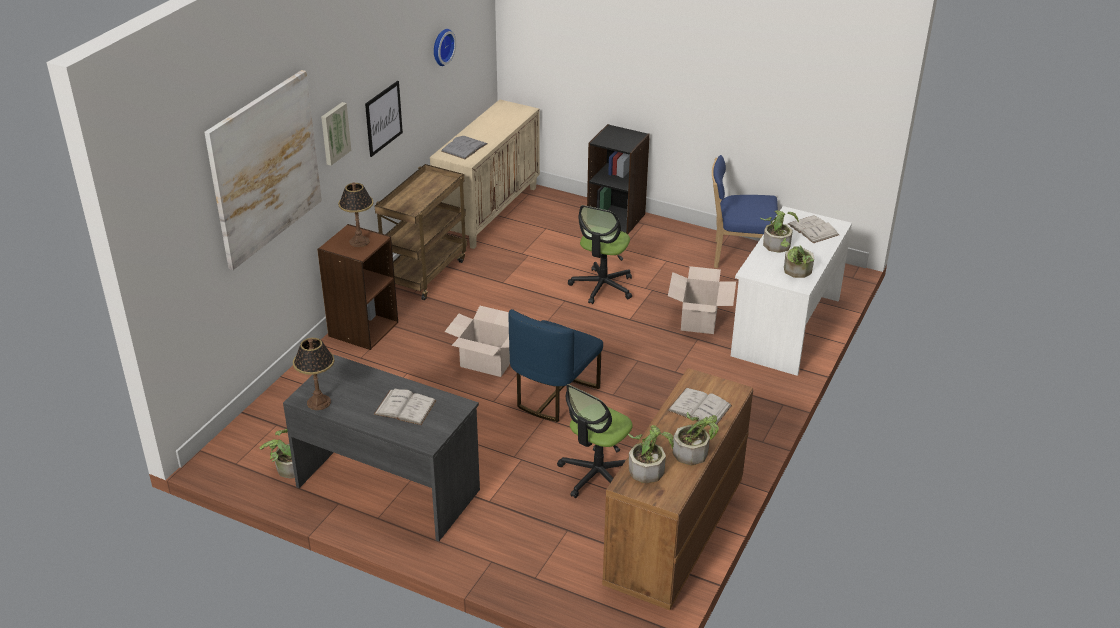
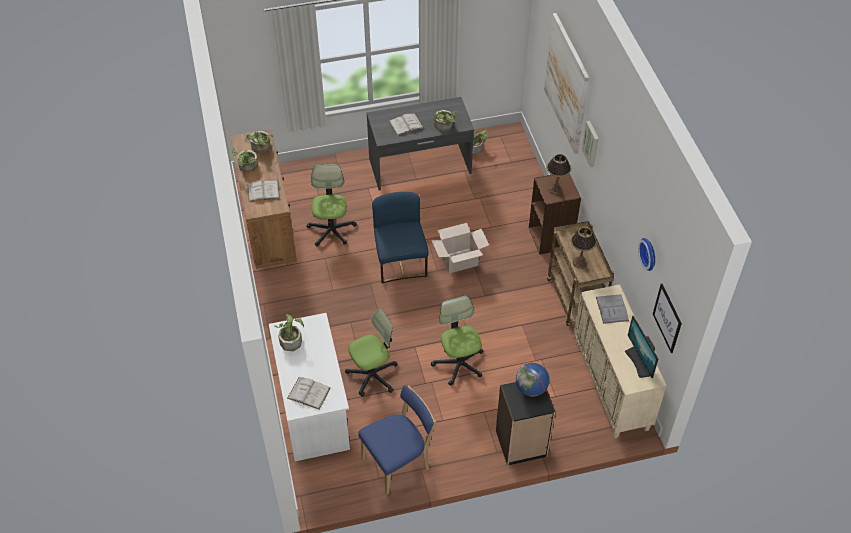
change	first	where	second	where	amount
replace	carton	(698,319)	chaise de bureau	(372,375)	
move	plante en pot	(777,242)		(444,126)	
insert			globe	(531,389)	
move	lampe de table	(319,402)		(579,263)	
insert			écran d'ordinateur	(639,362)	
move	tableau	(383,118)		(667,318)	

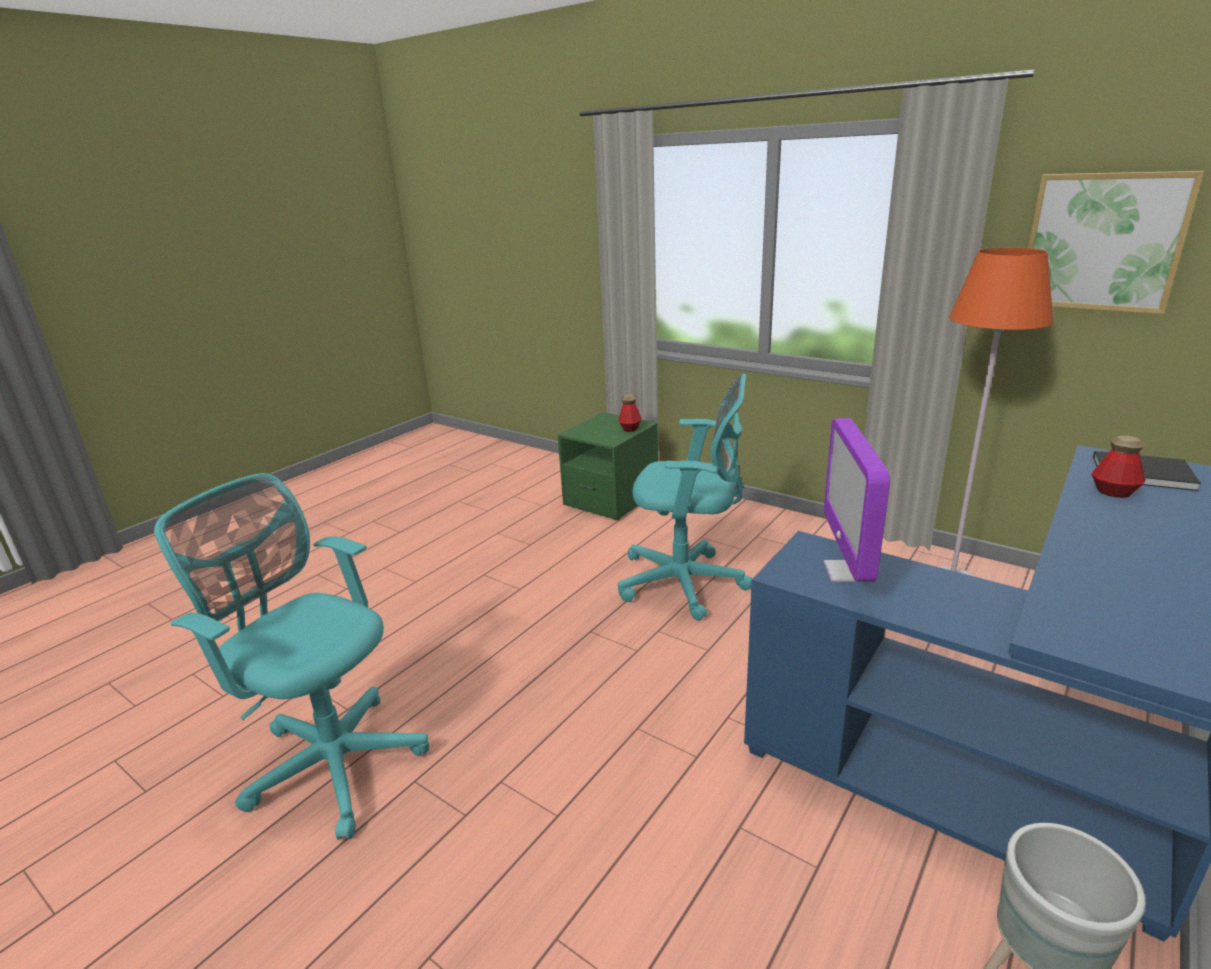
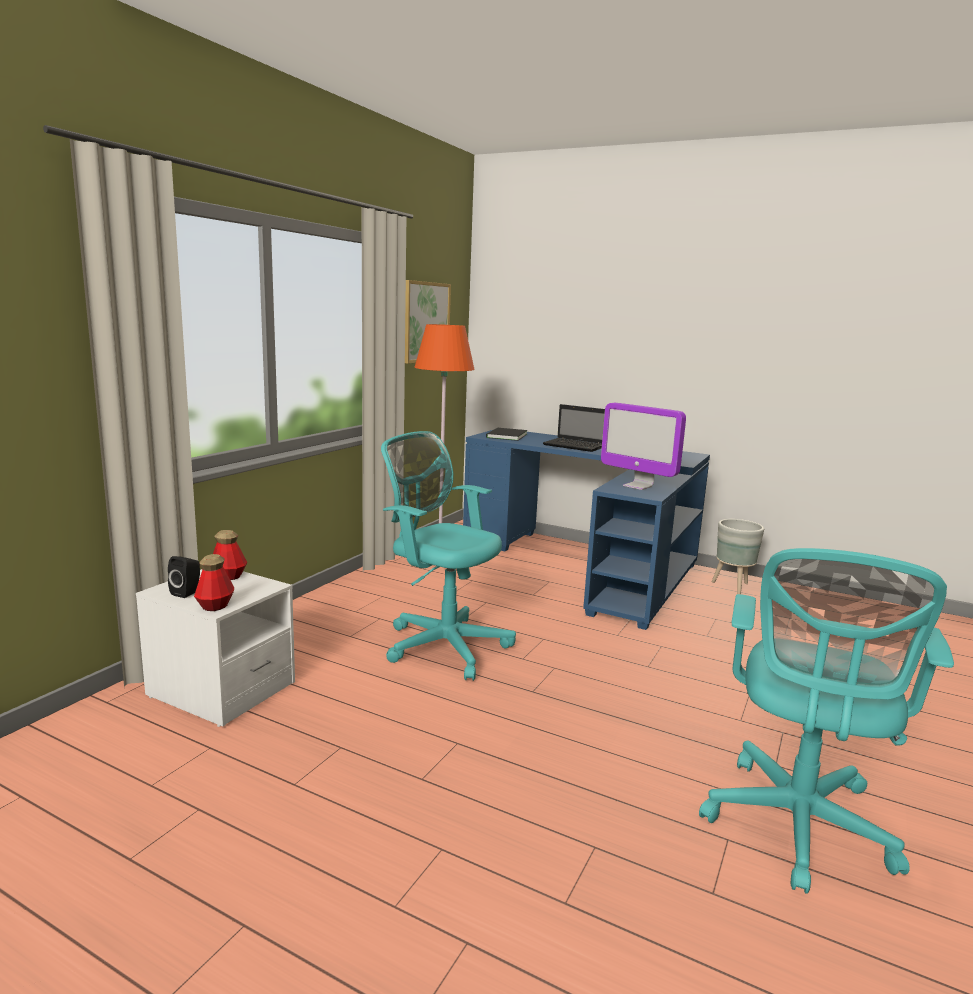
change	first	where	second	where	amount
recolor	table de chevet/vert	(611,499)	table de chevet/blanc	(221,690)	
insert			enceinte/noir	(187,592)	
move	bouteille	(1113,492)		(215,606)	
rotate	chaise de bureau/turquoise	(687,583)		(442,644)	60 degrees counterclockwise
insert			ordinateur portable	(575,446)	
rotate	écran d'ordinateur	(848,572)		(638,486)	45 degrees clockwise

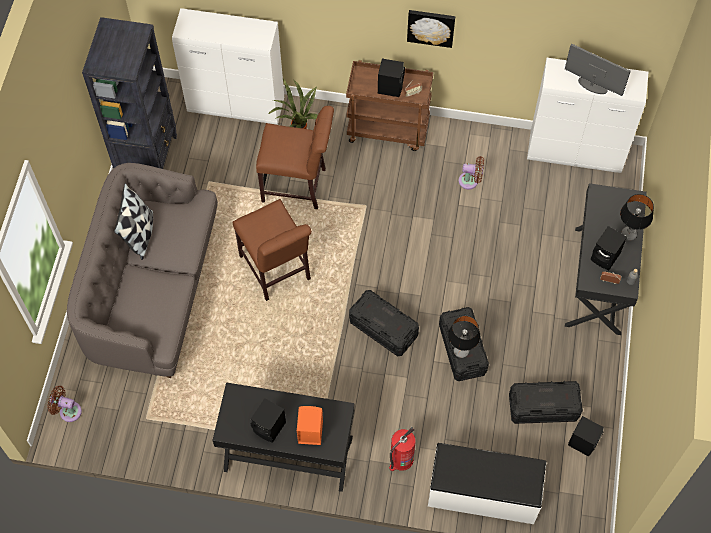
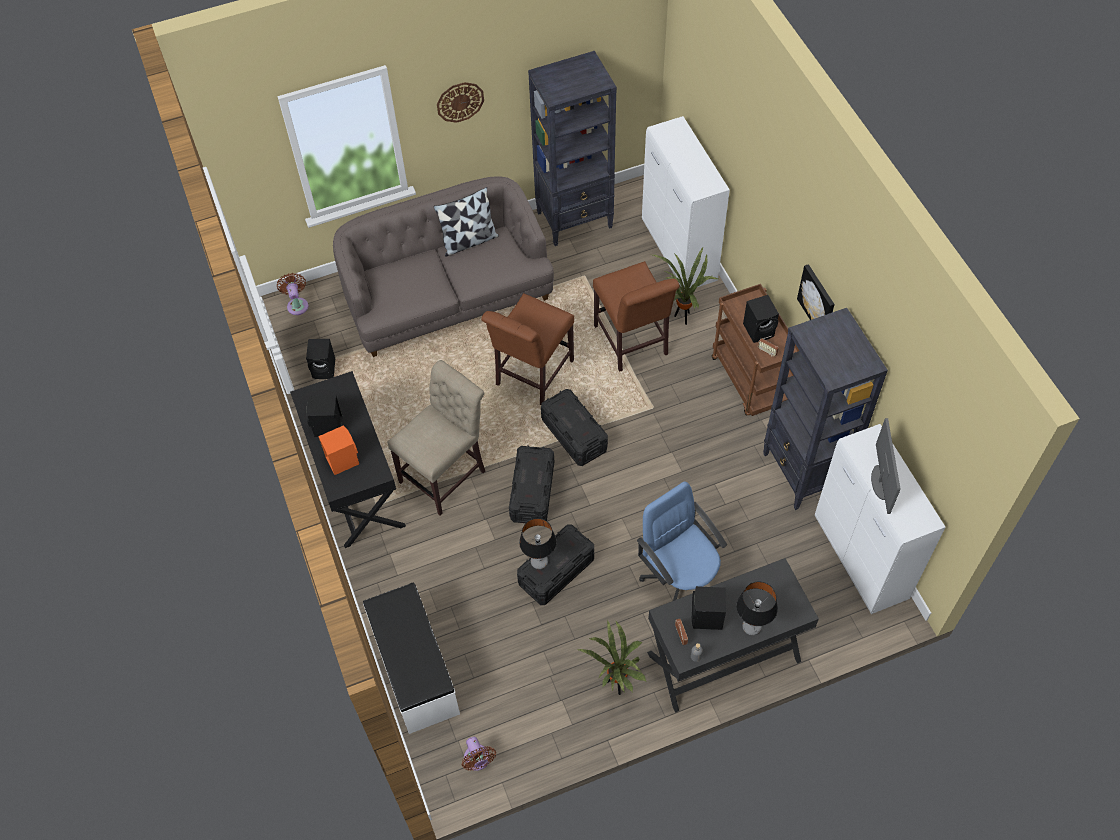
change	first	where	second	where	amount
move	enceinte/noir	(583,441)		(325,369)	
insert			chaise/beige	(446,474)	
insert			horloge murale	(460,101)	
move	ventilateur/marron	(470,181)		(478,760)	
move	boîte de rangement/noir	(543,407)		(574,435)	
insert			plante en pot	(616,686)	
insert			chaise de bureau/bleu	(680,578)	
insert			bibliothèque/noir	(803,473)	
delete	extincteur	(401,459)			

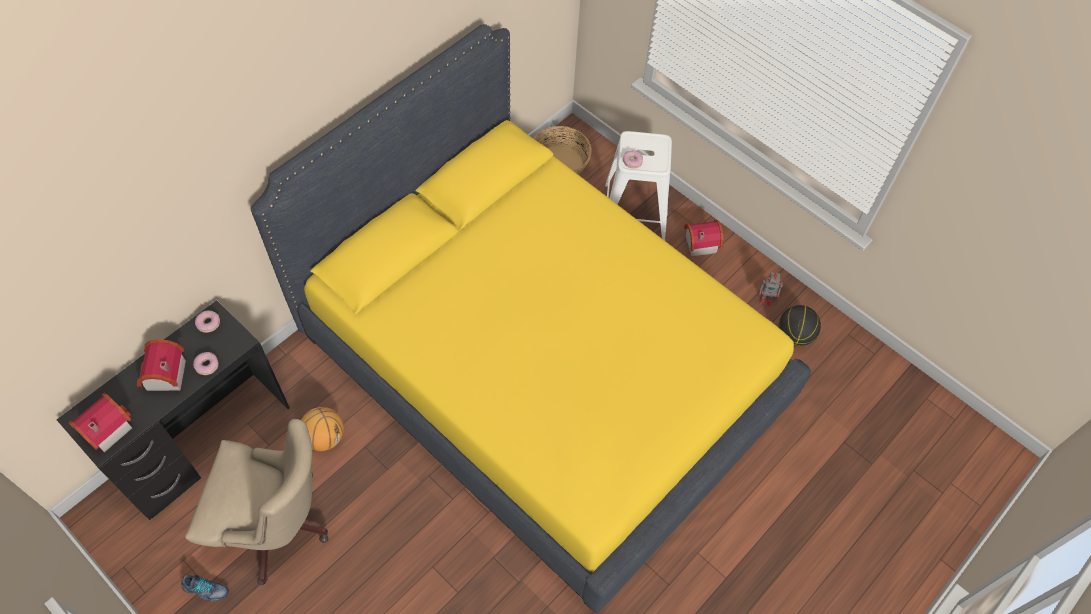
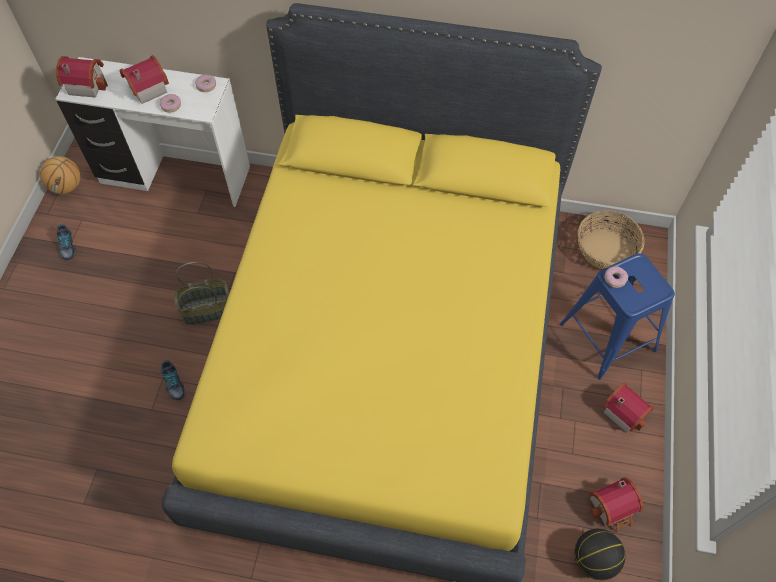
change	first	where	second	where	amount
move	ballon de basket	(325,437)		(67,186)	
recolor	bureau/noir	(205,443)	bureau/blanc	(175,177)	
insert			chaussure	(173,383)	
insert			panier	(208,309)	
recolor	tabouret/blanc	(634,213)	tabouret/bleu	(607,337)	
replace	robot jouet	(766,299)	maison miniature	(613,508)	
delete	chaise de bureau/beige	(278,526)			

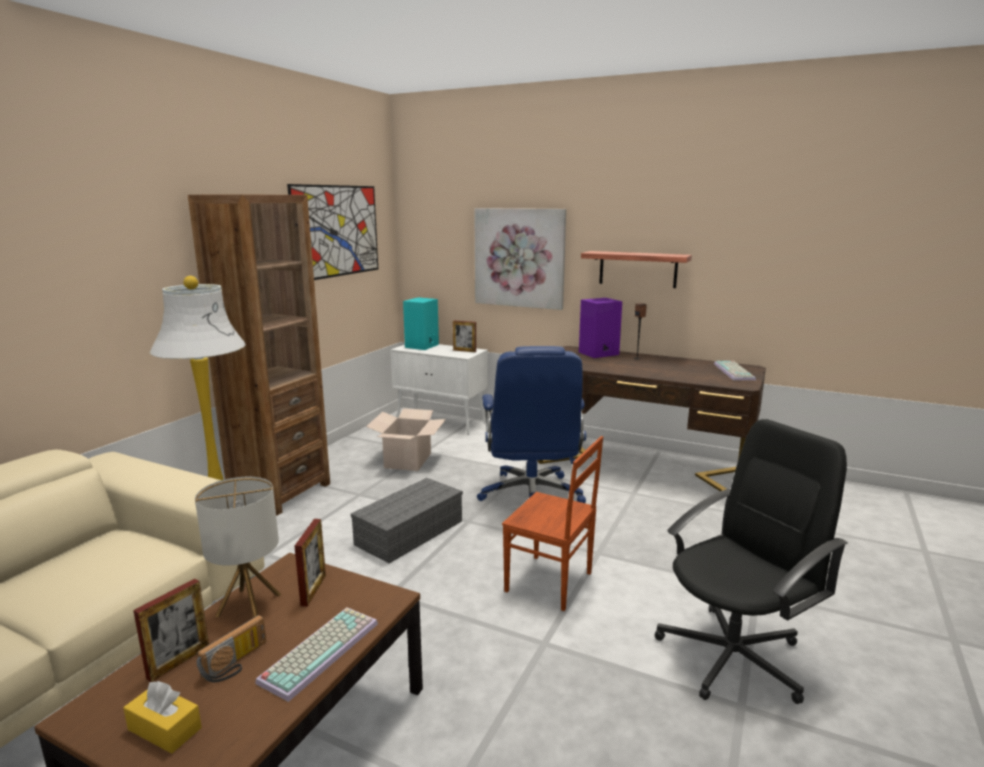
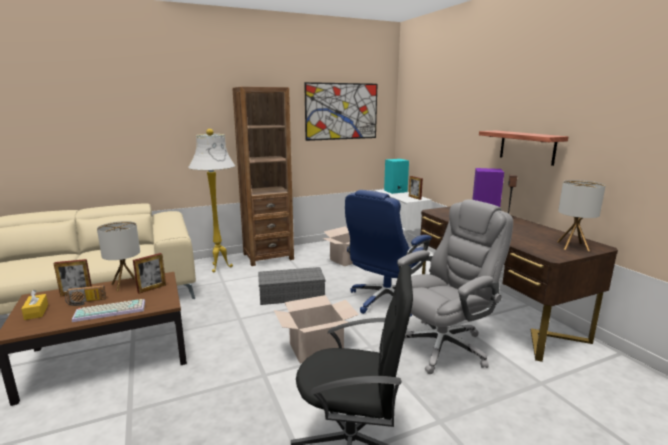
change	first	where	second	where	amount
replace	chaise/marron	(549,583)	carton	(316,349)	
insert			chaise de bureau/gris	(443,346)	
replace	clavier	(735,372)	lampe de table	(572,246)	
delete	tableau	(519,258)			

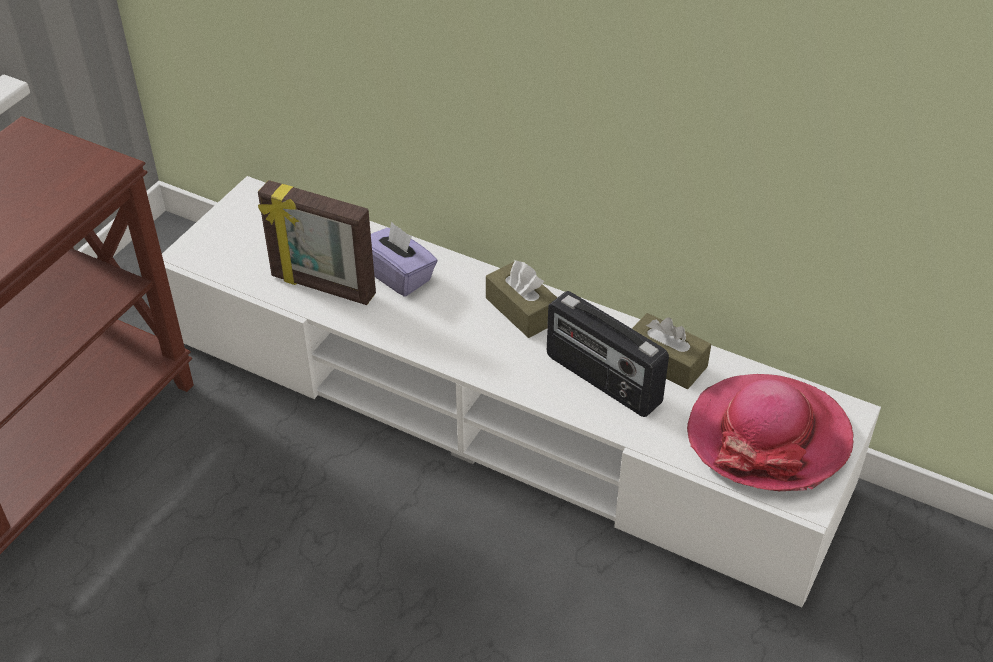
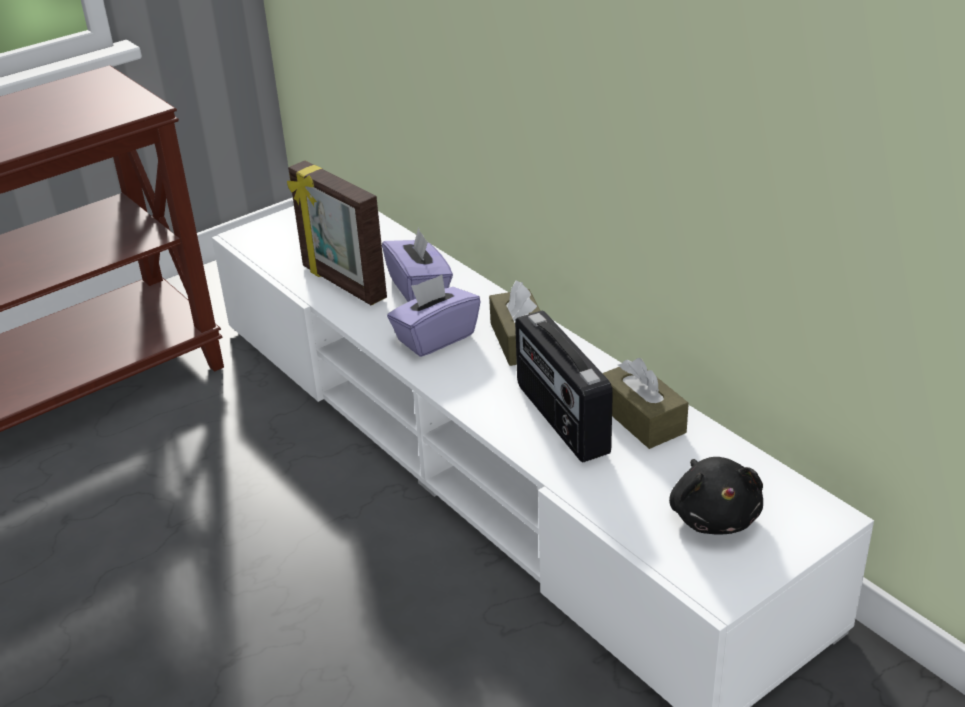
change	first	where	second	where	amount
insert			boîte à mouchoirs/violet	(435,337)	
replace	chapeau	(768,436)	peluche/noir	(714,515)	

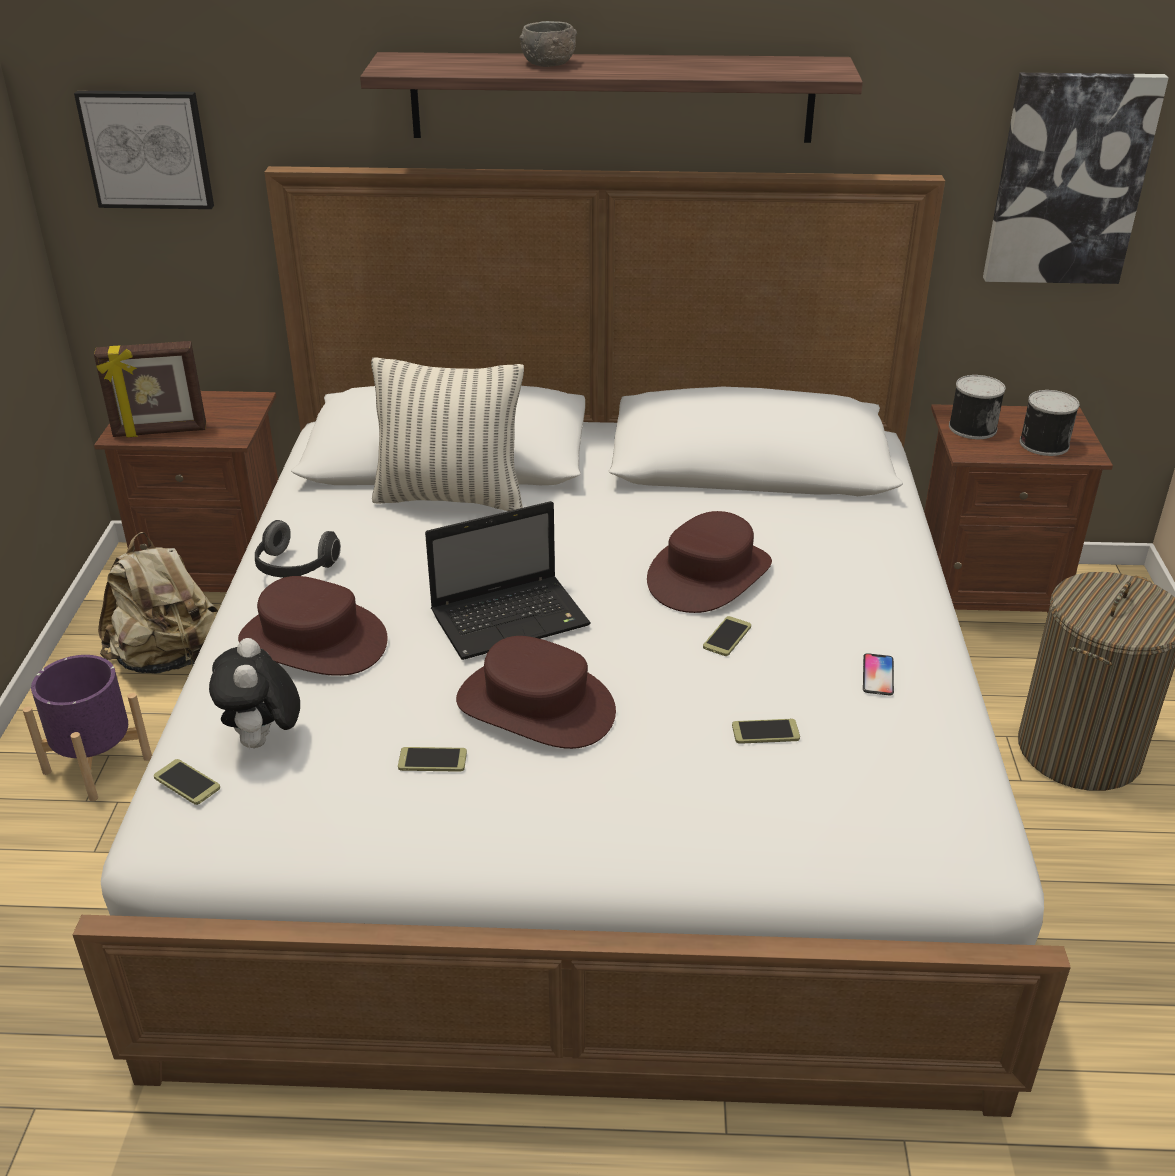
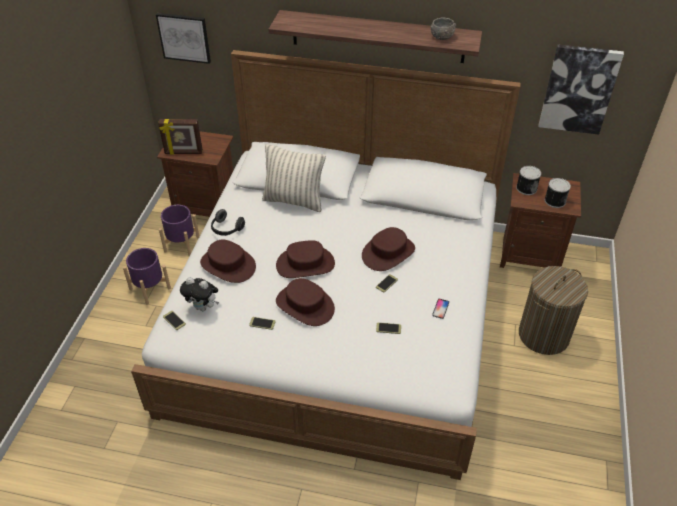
change	first	where	second	where	amount
replace	sac à dos/beige	(168,659)	cache-pot/violet	(181,244)	
rotate	peluche	(263,742)		(203,307)	75 degrees counterclockwise
replace	ordinateur portable	(512,618)	chapeau/marron	(305,264)	
move	bol/gris	(548,63)		(442,36)	

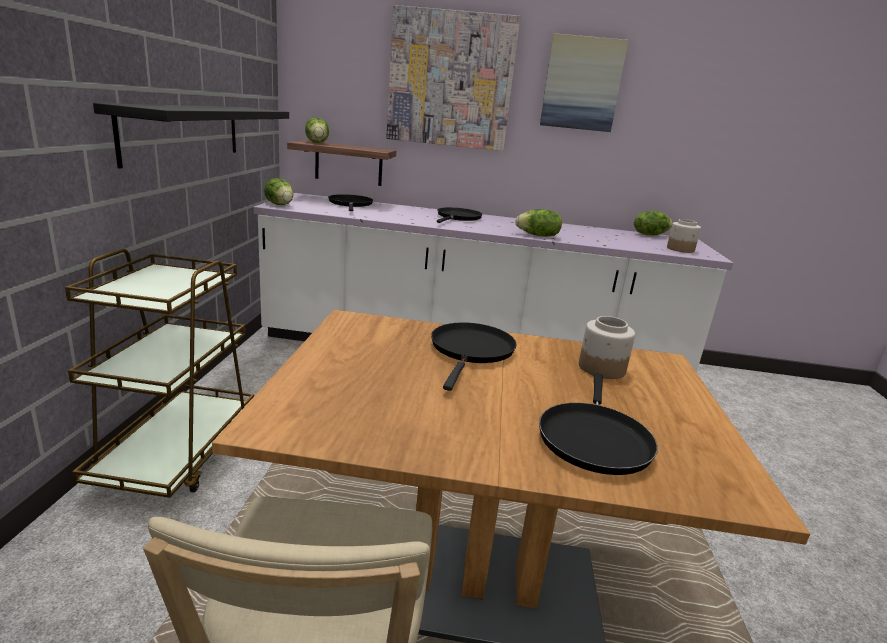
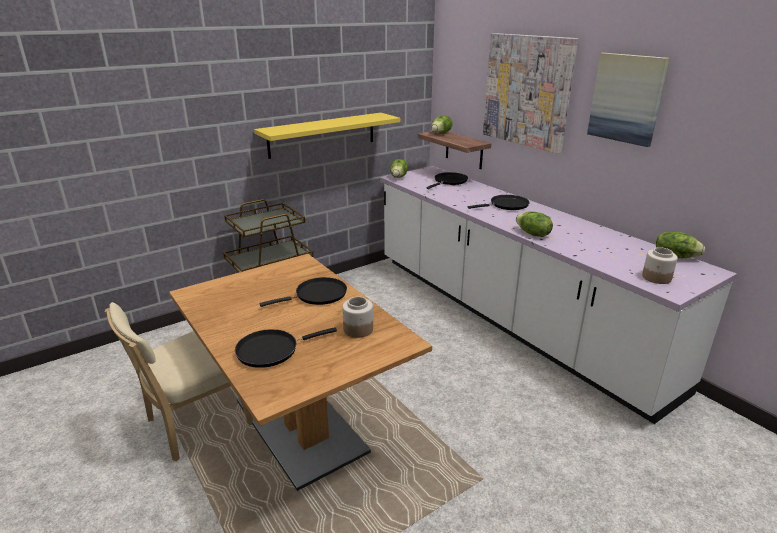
change	first	where	second	where	amount
recolor	étagère/noir	(184,132)	étagère/jaune	(322,135)	

